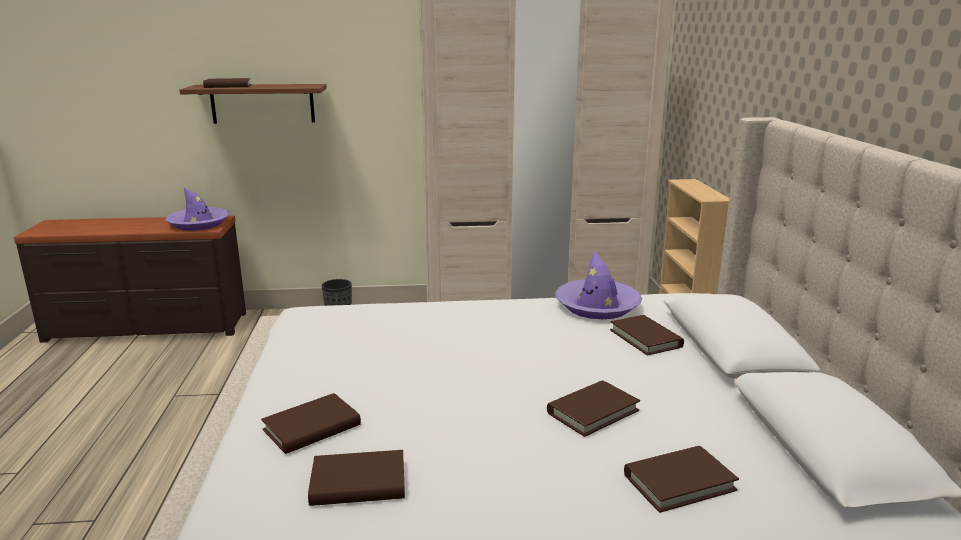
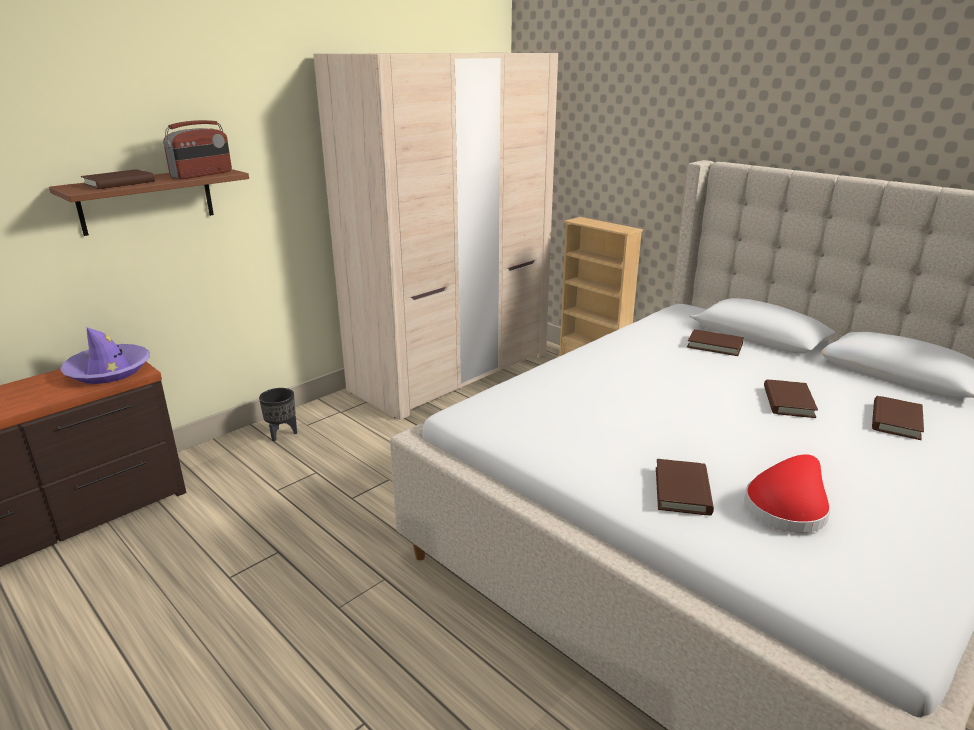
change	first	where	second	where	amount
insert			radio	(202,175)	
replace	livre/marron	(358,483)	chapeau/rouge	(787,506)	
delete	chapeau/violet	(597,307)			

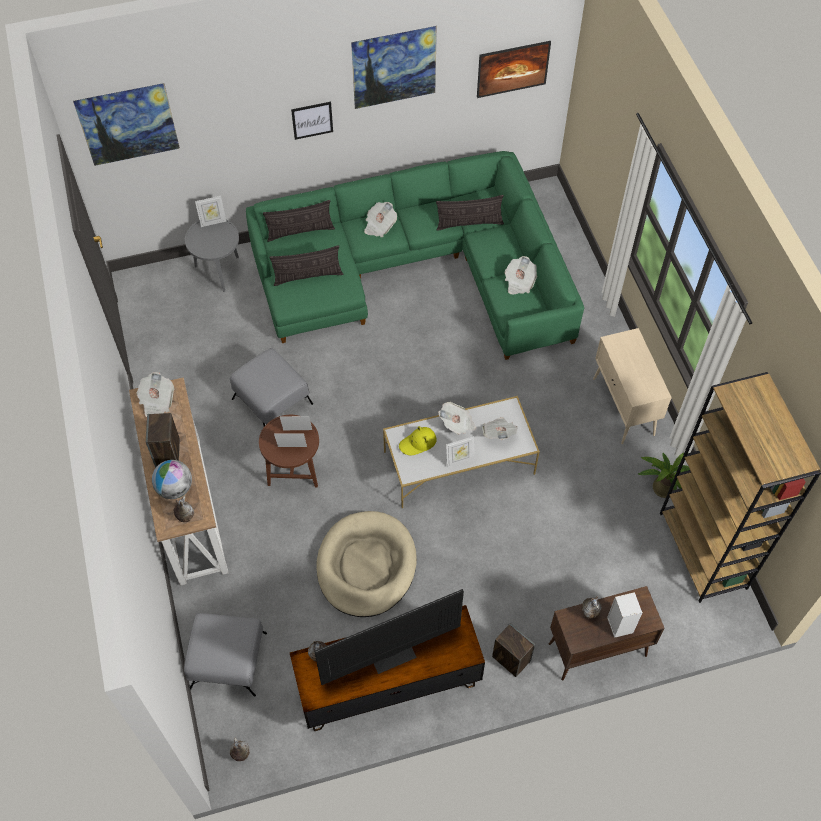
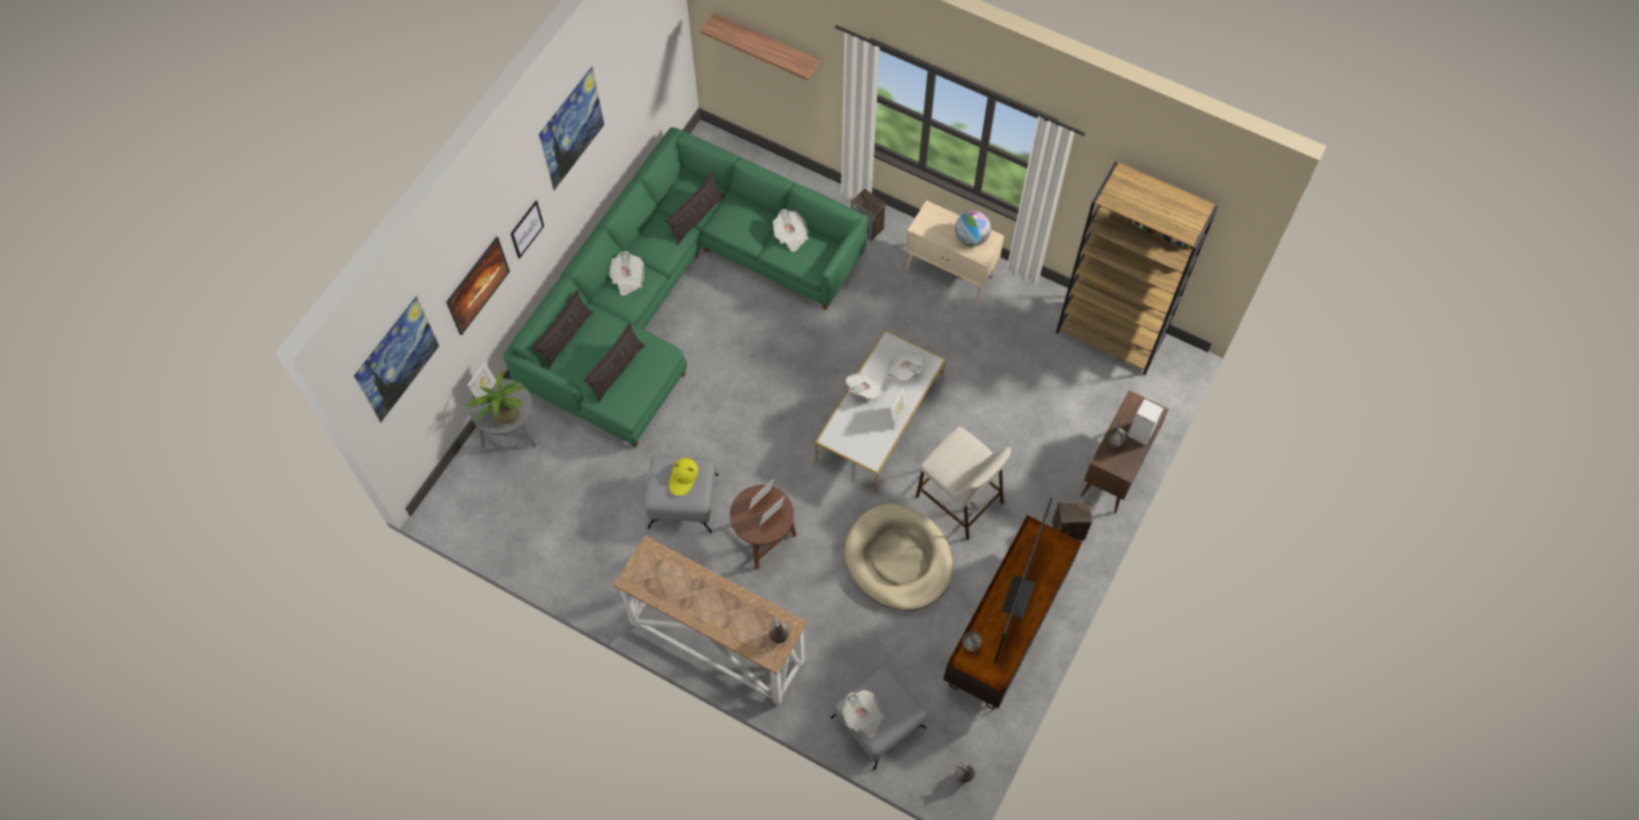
change	first	where	second	where	amount
move	tableau	(512,79)		(481,294)	
move	plante en pot	(661,486)		(504,415)	
move	chapeau/jaune	(418,443)		(683,477)	
insert			étagère	(767,45)	
move	journal	(156,401)		(863,717)	
move	enceinte	(168,453)		(867,227)	
insert			tabouret/beige	(958,499)	
move	globe	(175,488)		(971,238)	

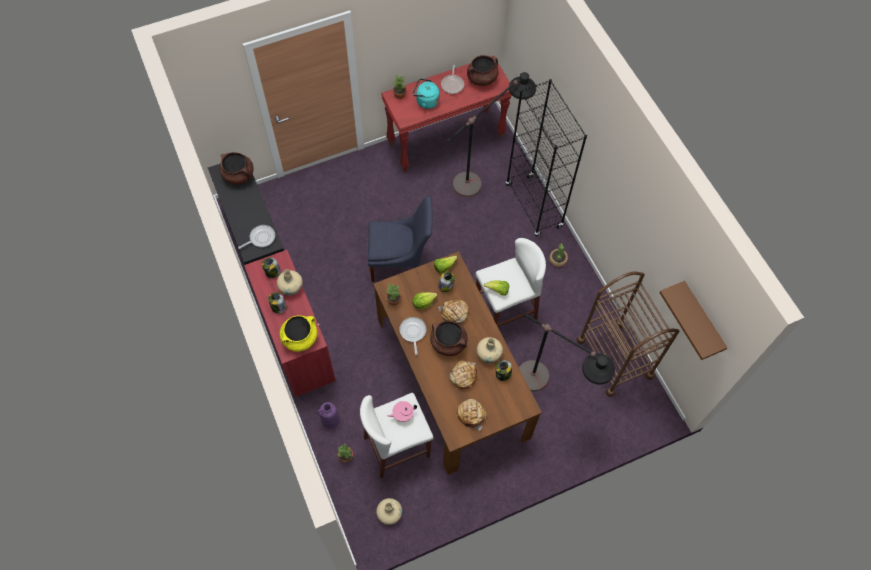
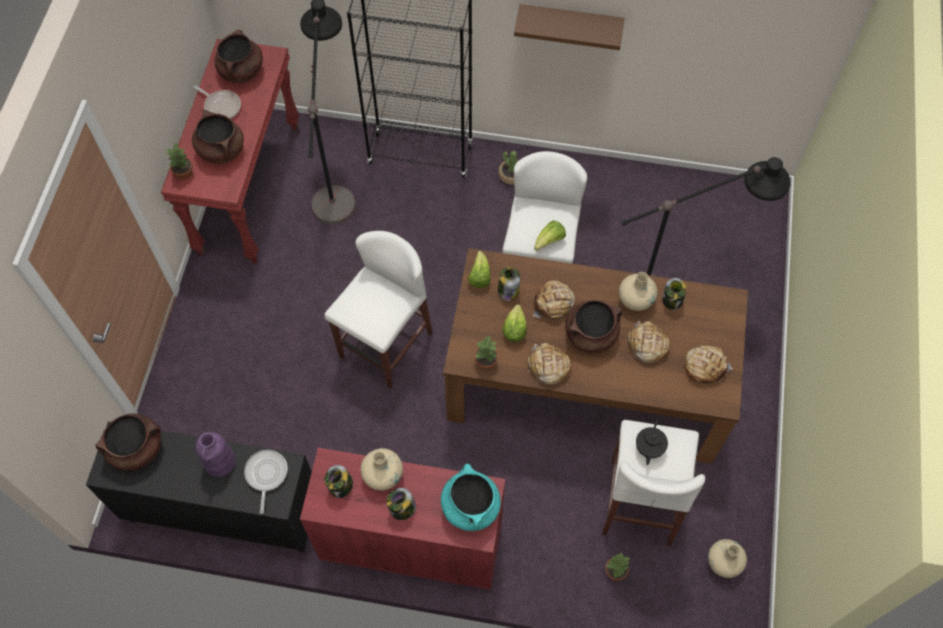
change	first	where	second	where	amount
replace	bouilloire/turquoise	(426,101)	marmite/marron	(221,150)	
move	vase/violet	(330,419)		(220,462)	
replace	chaise/bleu	(401,262)	tabouret/blanc	(385,345)	
recolor	marmite/jaune	(300,338)	marmite/turquoise	(470,506)	
move	étagère/marron	(701,319)		(570,23)	
replace	poêle	(413,332)	pain	(548,366)	
recolor	théière/rose	(402,414)	théière/noir	(649,448)	
delete	chariot/marron	(614,358)			

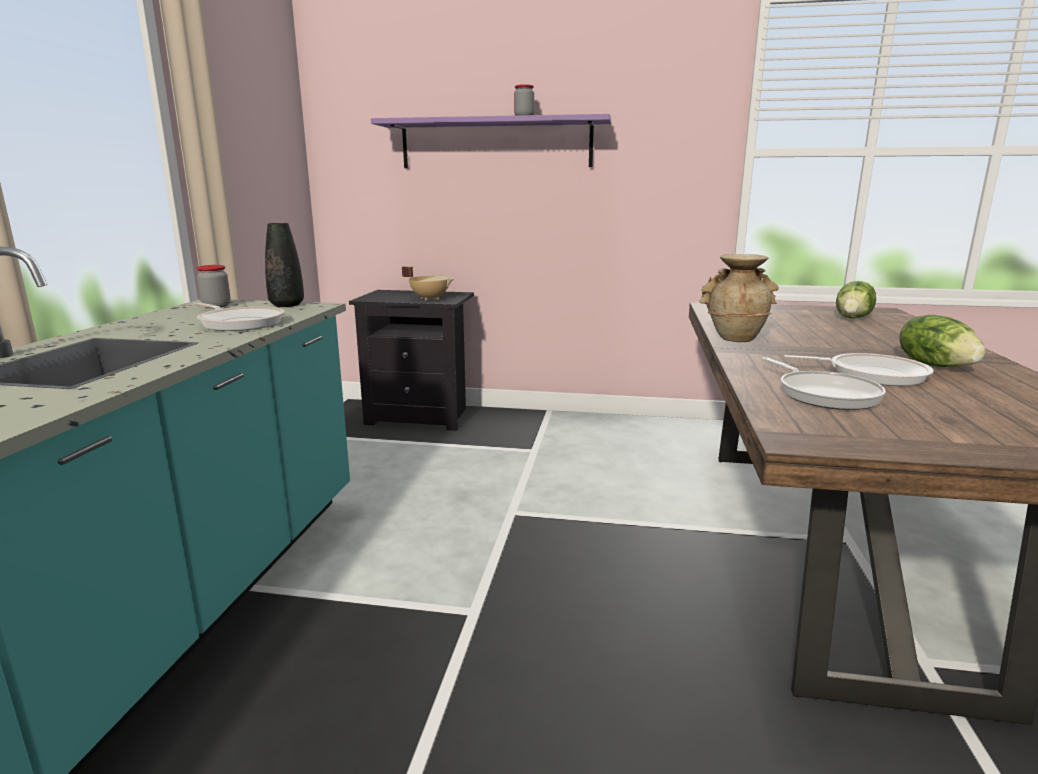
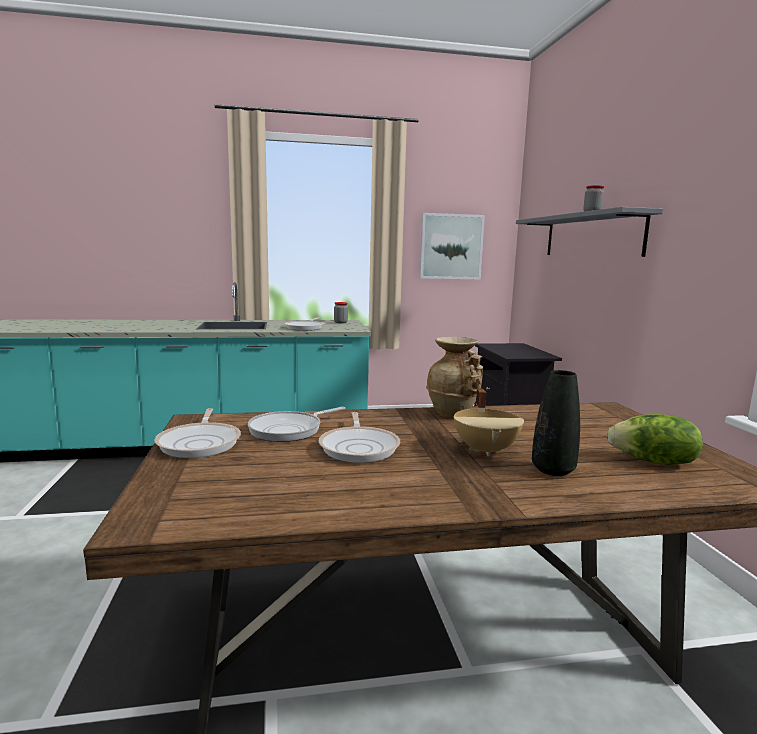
change	first	where	second	where	amount
insert			poêle	(201,443)	
insert			tableau	(451,246)	
move	marmite/beige	(430,298)		(487,450)	
recolor	étagère/violet	(496,144)	étagère/gris	(591,236)	
move	vase/noir	(287,305)		(553,470)	
delete	laitue	(935,365)			

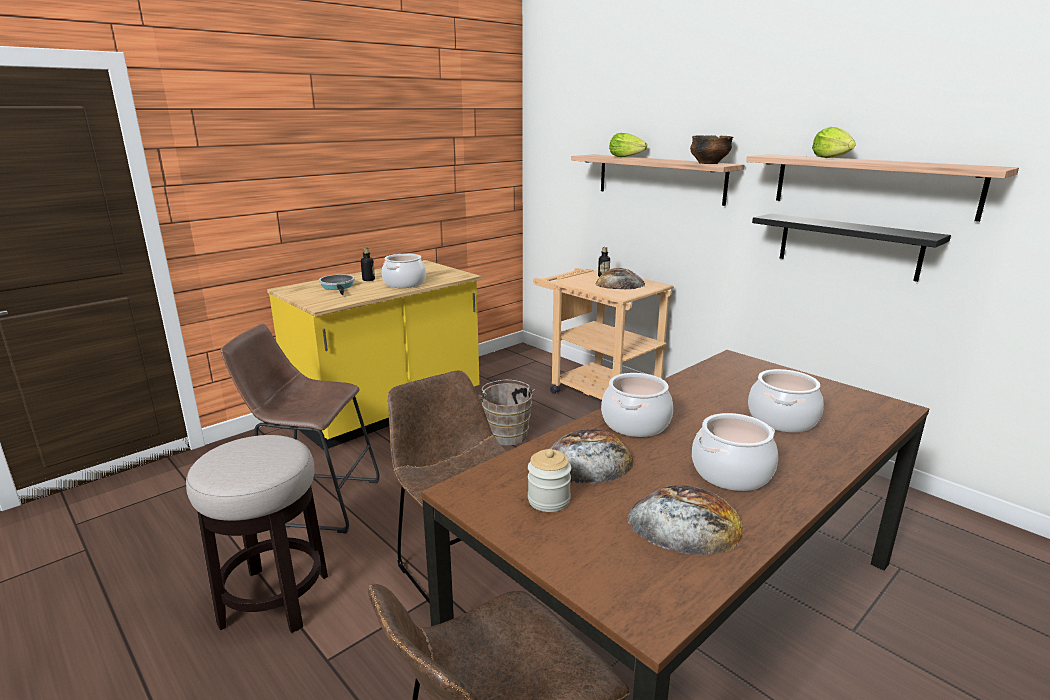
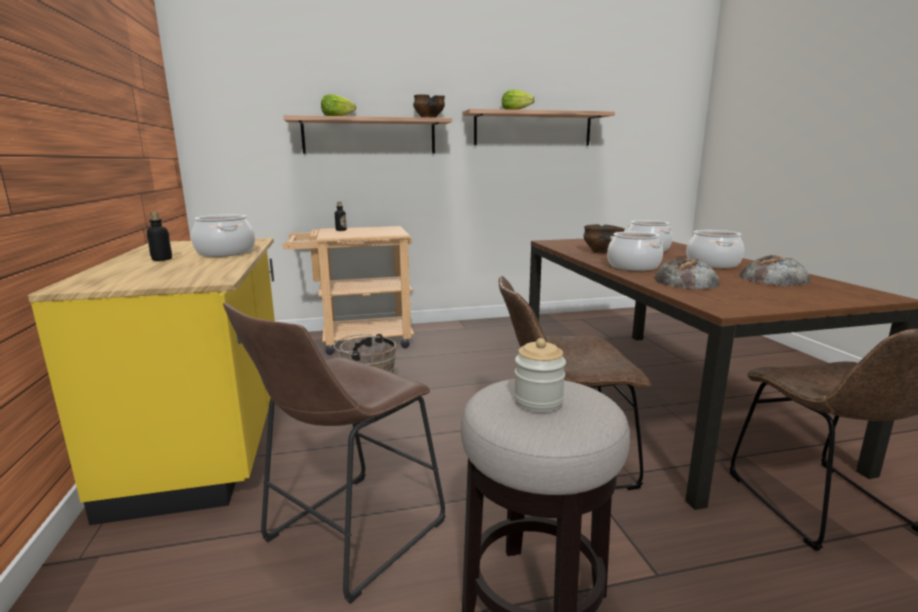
change	first	where	second	where	amount
move	bocal	(549,500)		(538,401)	
insert			bol	(602,252)	
delete	poêle	(338,287)			
delete	pain	(619,284)			
delete	étagère/noir	(848,246)			

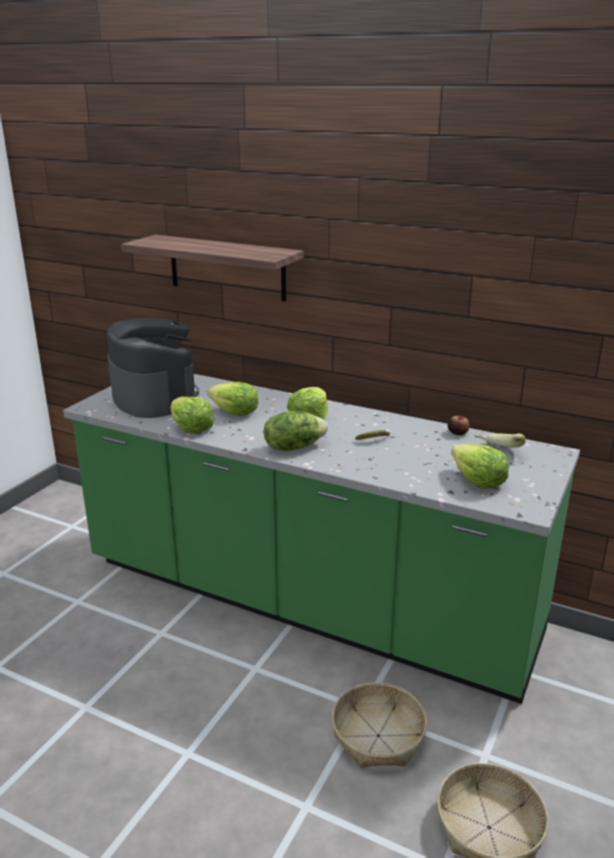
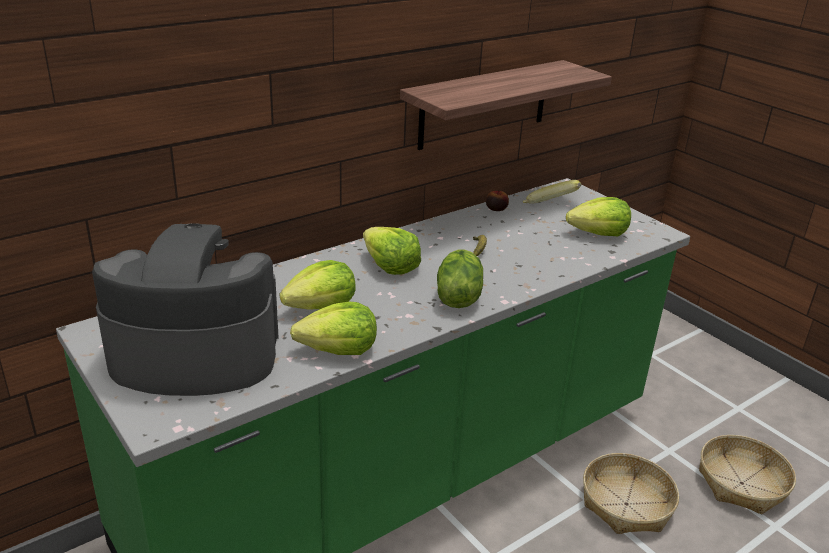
change	first	where	second	where	amount
move	étagère	(227,267)		(484,104)	

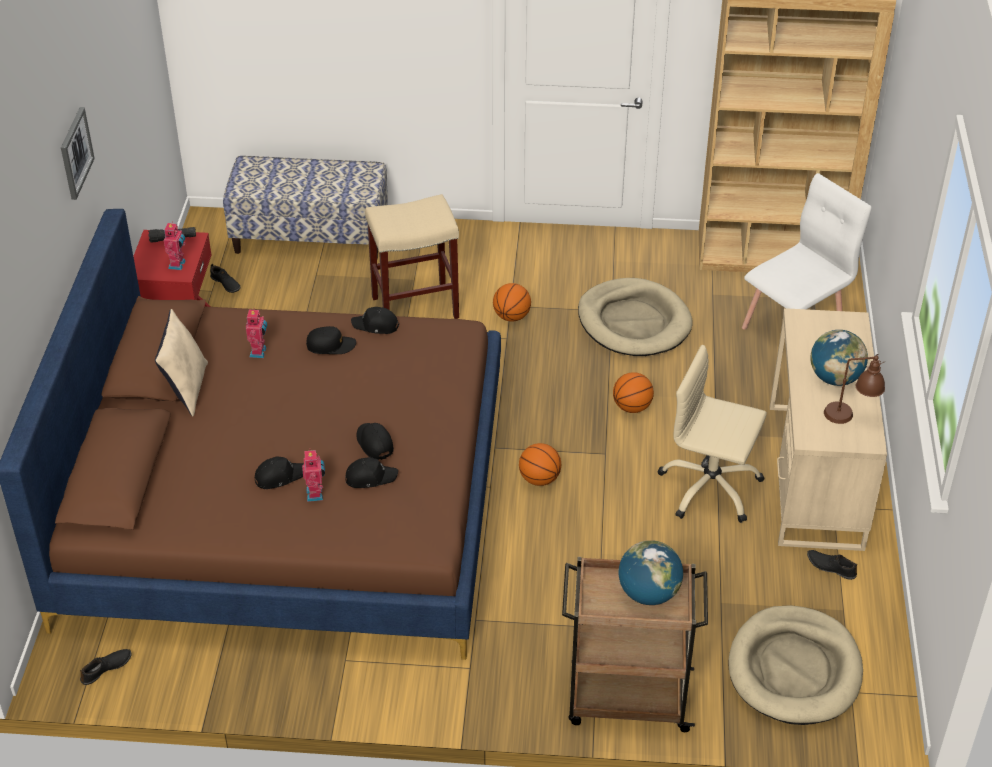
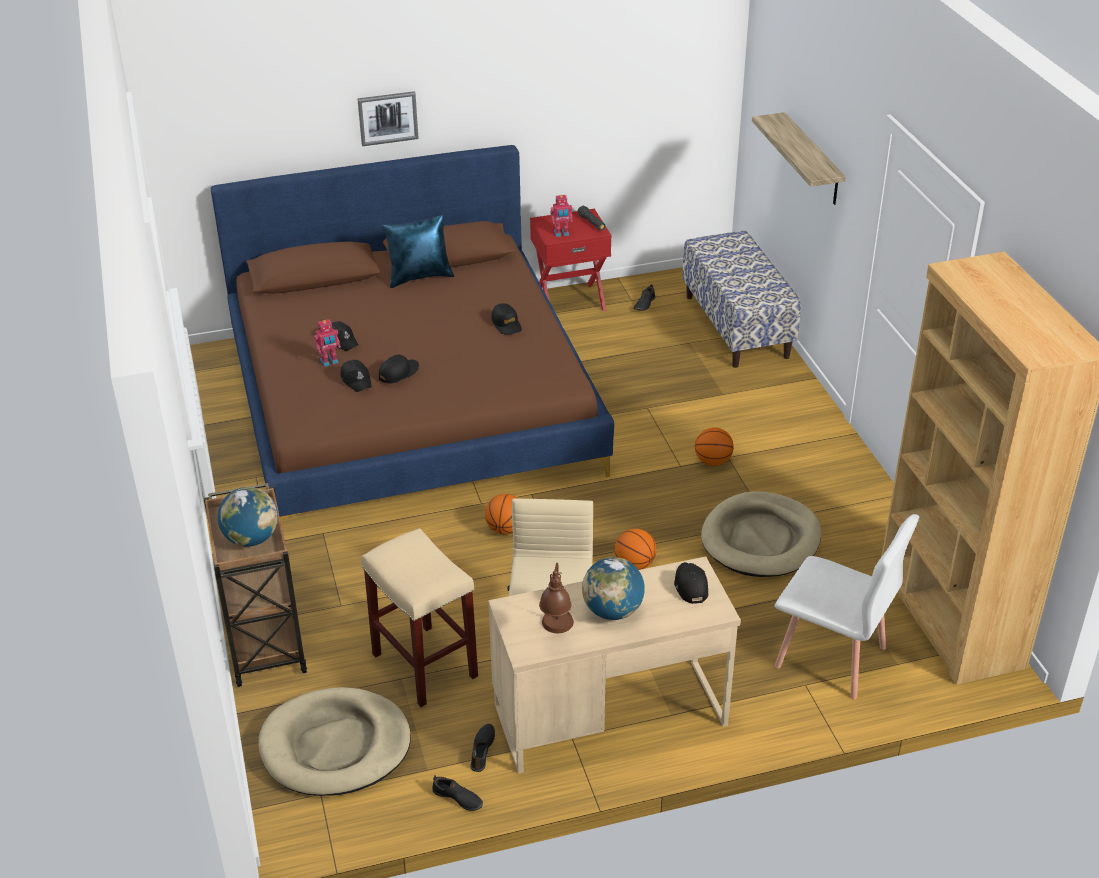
change	first	where	second	where	amount
move	tableau	(75,153)		(388,118)	
move	tabouret/beige	(416,307)		(426,666)	
recolor	coussin/beige	(186,389)	coussin/bleu	(420,277)	
move	chaussure/noir	(106,669)		(457,798)	
move	casquette/noir	(376,326)		(690,586)	
insert			étagère	(812,160)	
delete	robot jouet	(259,352)			

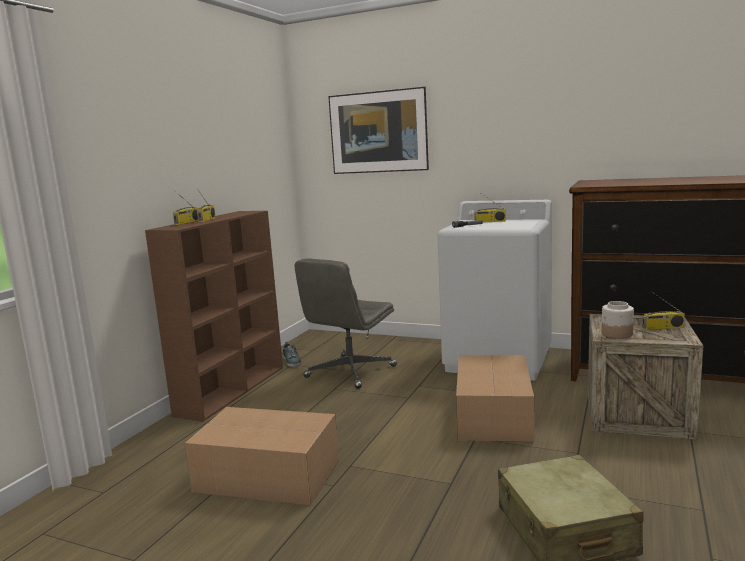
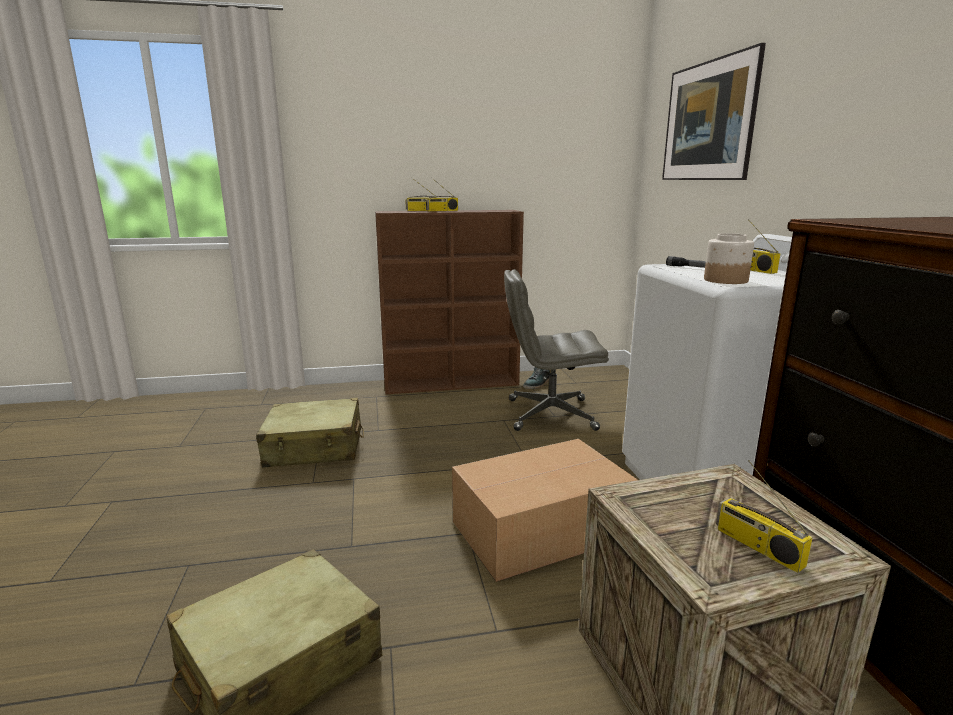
change	first	where	second	where	amount
replace	carton	(266,475)	valise/beige	(315,448)	
move	bocal	(616,334)		(725,280)	

